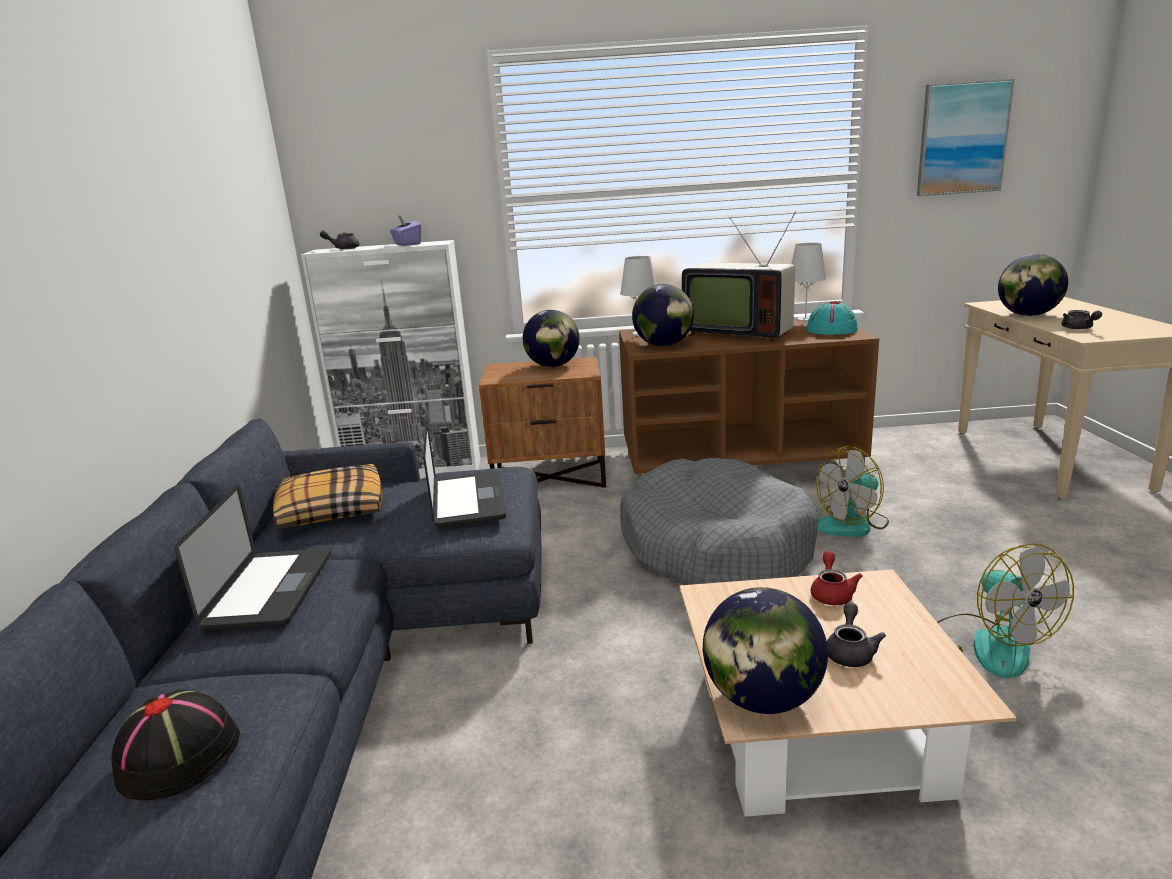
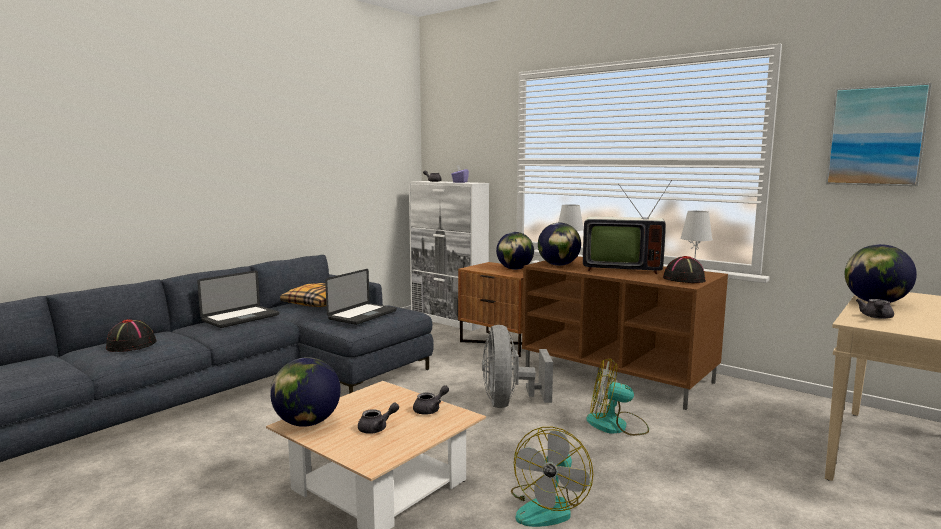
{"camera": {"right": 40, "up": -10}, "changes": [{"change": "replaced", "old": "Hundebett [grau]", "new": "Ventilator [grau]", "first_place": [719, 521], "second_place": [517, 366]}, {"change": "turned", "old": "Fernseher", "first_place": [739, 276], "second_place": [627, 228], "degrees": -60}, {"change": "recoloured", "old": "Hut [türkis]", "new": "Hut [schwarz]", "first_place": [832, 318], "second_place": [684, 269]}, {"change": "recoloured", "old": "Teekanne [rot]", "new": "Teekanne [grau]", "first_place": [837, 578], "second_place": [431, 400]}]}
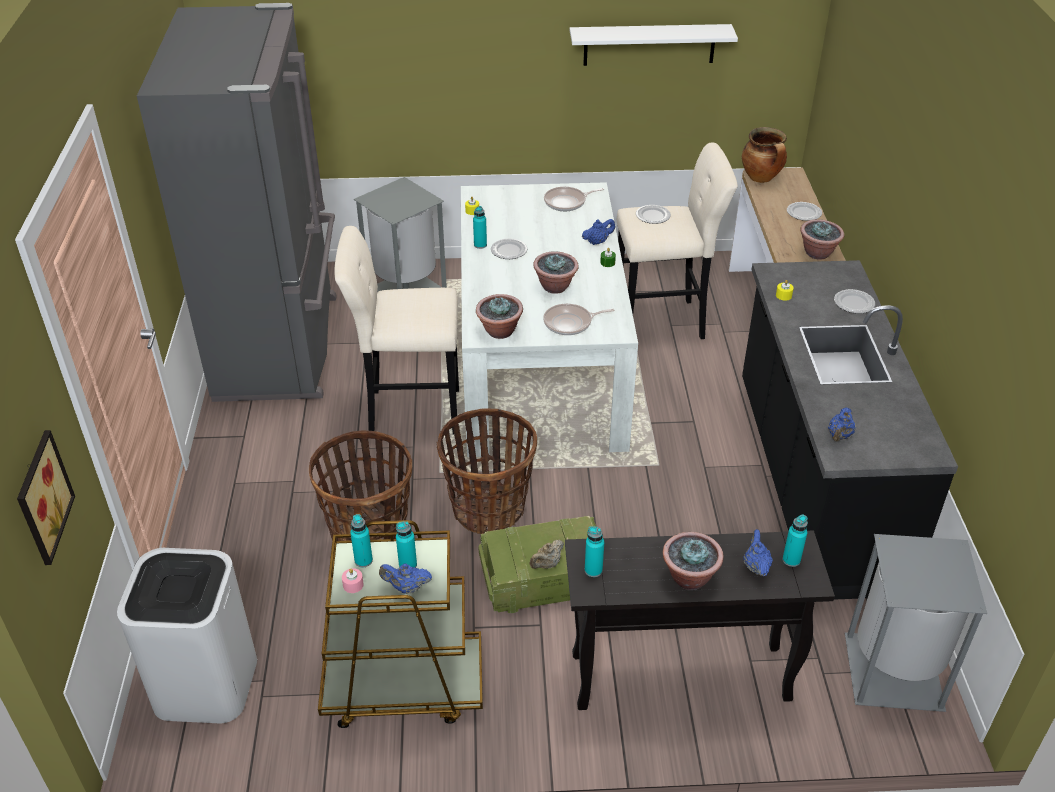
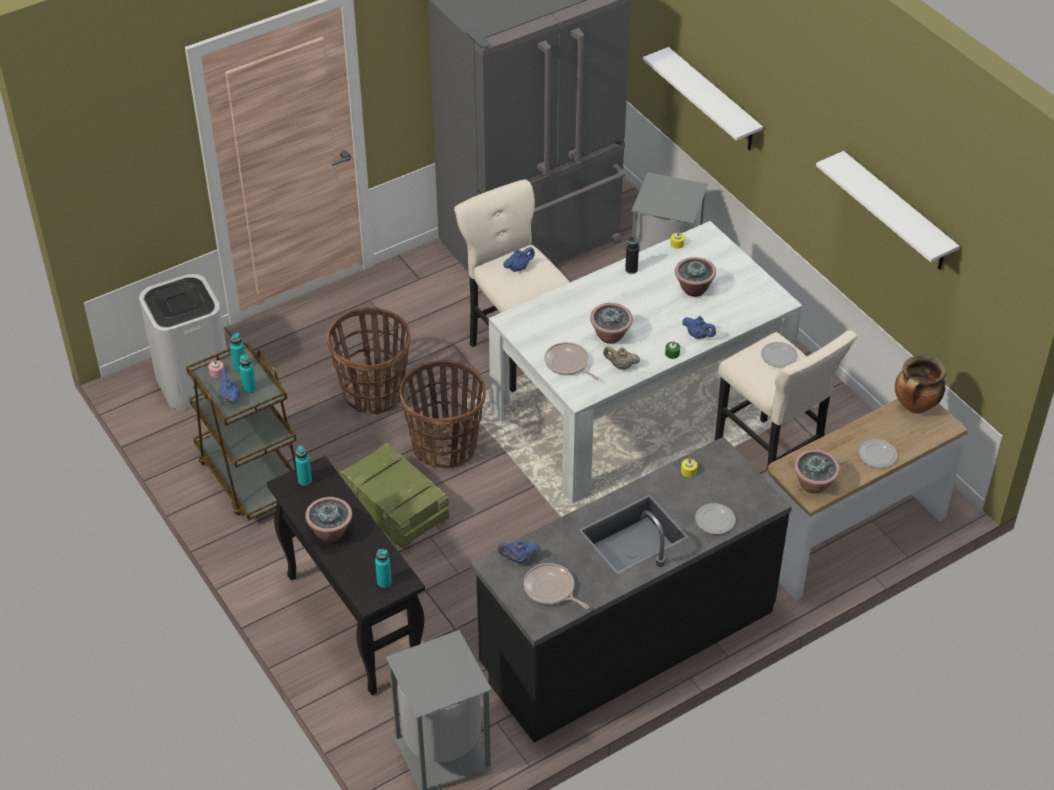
{"camera": {"right": 60, "up": 5}, "changes": [{"change": "removed", "old": "Bild", "first_place": [46, 497]}, {"change": "recoloured", "old": "Flasche [türkis]", "new": "Flasche [schwarz]", "first_place": [480, 227], "second_place": [632, 255]}, {"change": "moved", "old": "Topfpflanze", "first_place": [499, 316], "second_place": [695, 277]}, {"change": "removed", "old": "Teller", "first_place": [509, 248]}, {"change": "moved", "old": "Teekanne [beige]", "first_place": [547, 554], "second_place": [621, 358]}, {"change": "moved", "old": "Pfanne", "first_place": [574, 199], "second_place": [556, 586]}, {"change": "moved", "old": "Teekanne [blau]", "first_place": [758, 553], "second_place": [519, 259]}, {"change": "added", "new": "Wandregal [weiß]", "second_place": [703, 99]}]}
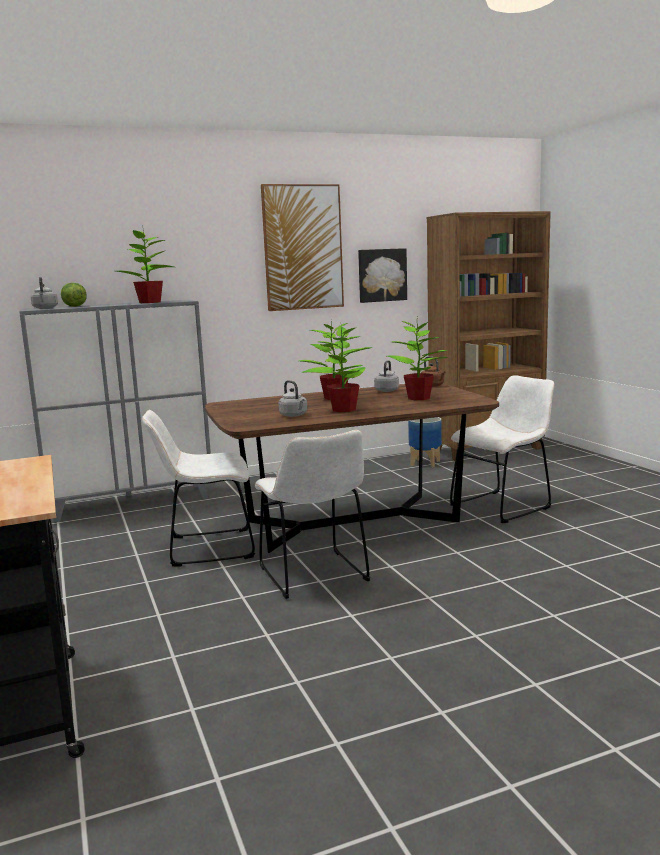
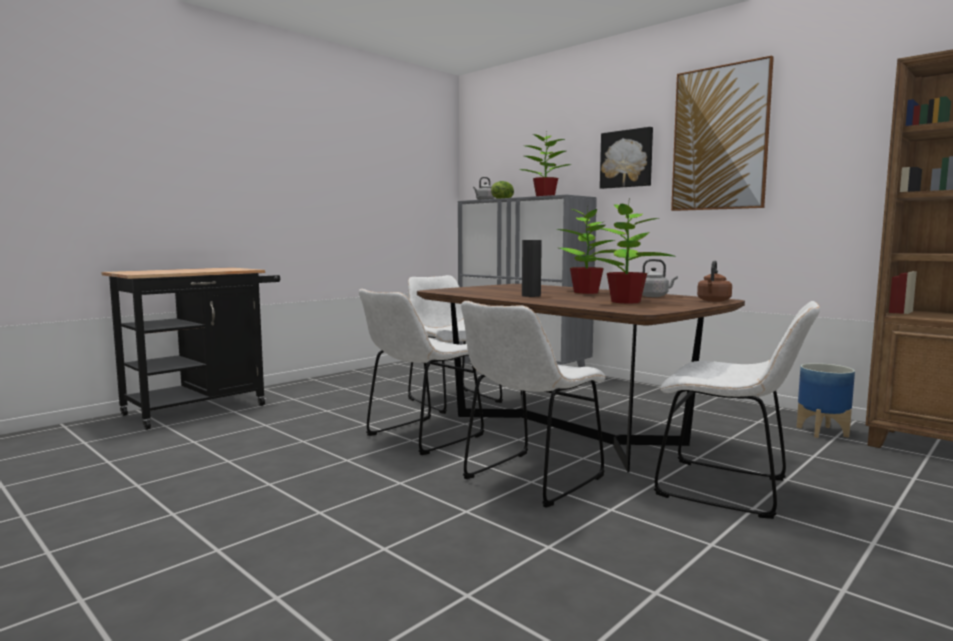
{"camera": {"right": 65, "up": -5}, "changes": [{"change": "removed", "old": "Wasserkessel [grau]", "first_place": [293, 398]}, {"change": "replaced", "old": "Topfpflanze", "new": "Vase [schwarz]", "first_place": [337, 369], "second_place": [532, 268]}, {"change": "moved", "old": "Bild", "first_place": [382, 275], "second_place": [626, 158]}, {"change": "added", "new": "Stuhl [weiß]", "second_place": [533, 404]}]}
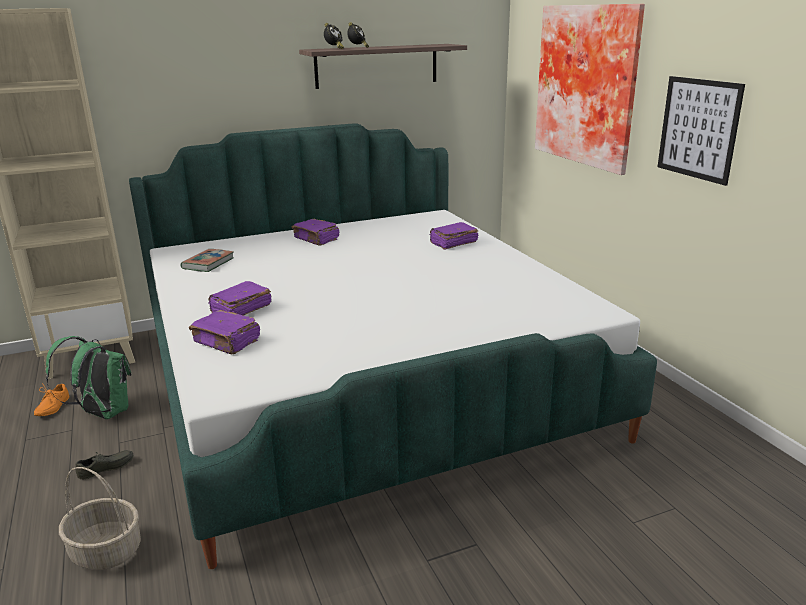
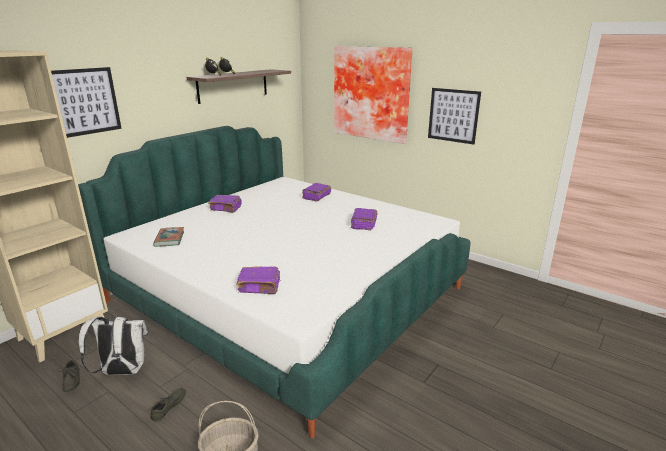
{"camera": {"right": -30, "up": 0}, "changes": [{"change": "recoloured", "old": "Schuh [orange]", "new": "Schuh [grau]", "first_place": [51, 399], "second_place": [68, 376]}, {"change": "recoloured", "old": "Rucksack [grün]", "new": "Rucksack [weiß]", "first_place": [88, 377], "second_place": [113, 345]}, {"change": "moved", "old": "Buch [lila]", "first_place": [240, 298], "second_place": [364, 219]}, {"change": "added", "new": "Bild", "second_place": [86, 102]}]}
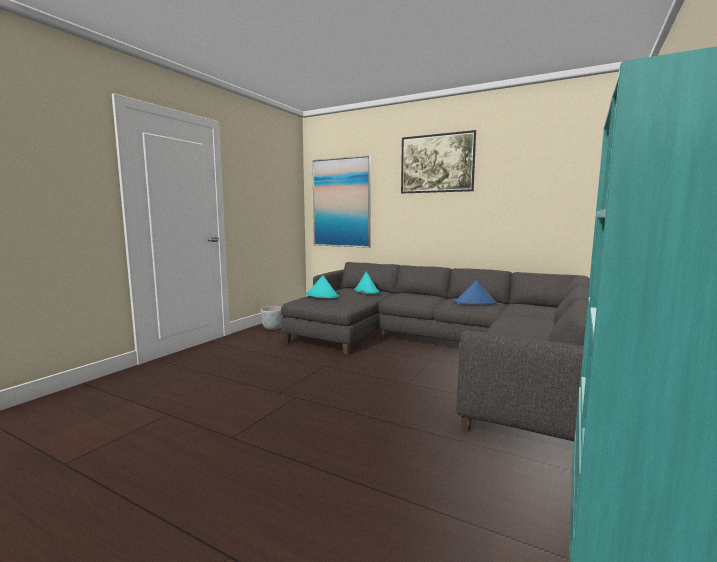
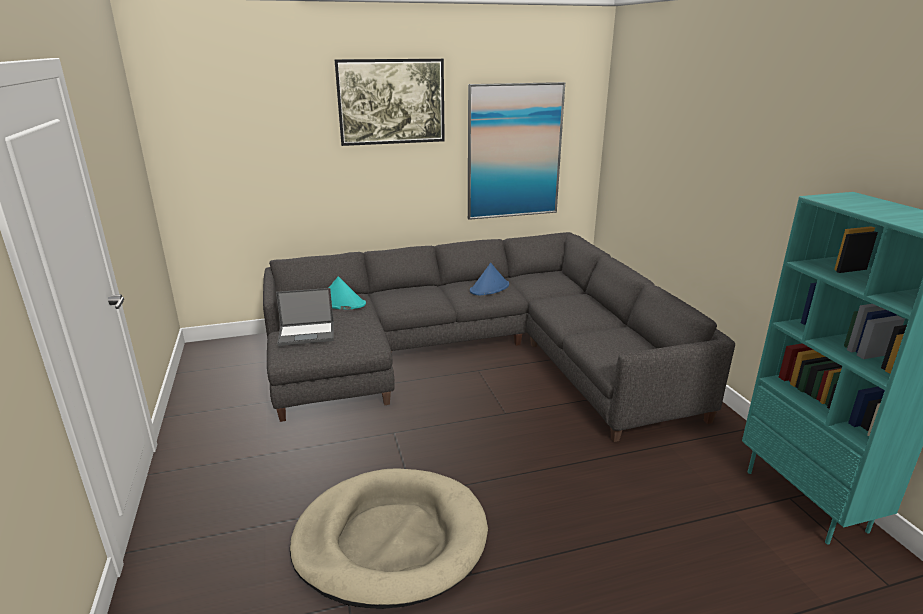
{"camera": {"right": -45, "up": 15}, "changes": [{"change": "removed", "old": "Pflanzkübel [grau]", "first_place": [272, 318]}, {"change": "replaced", "old": "Hut [türkis]", "new": "Laptop", "first_place": [322, 286], "second_place": [305, 317]}, {"change": "moved", "old": "Bild", "first_place": [341, 201], "second_place": [516, 151]}, {"change": "added", "new": "Hundebett [beige]", "second_place": [389, 538]}]}
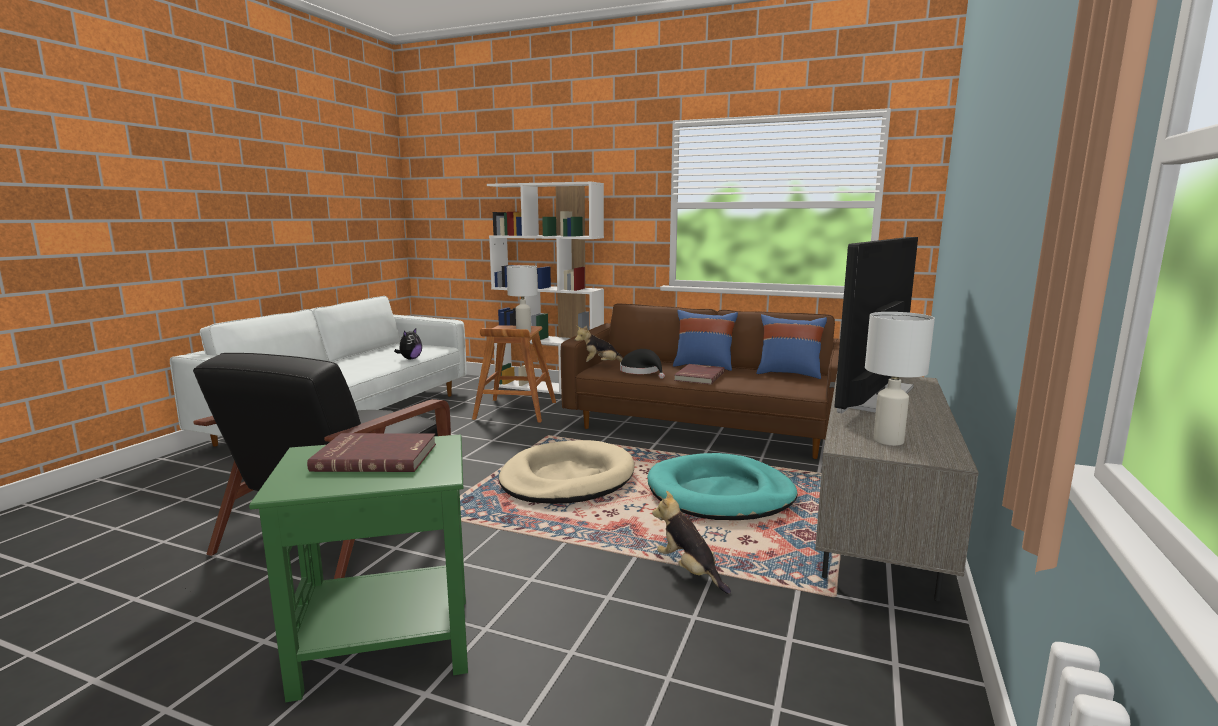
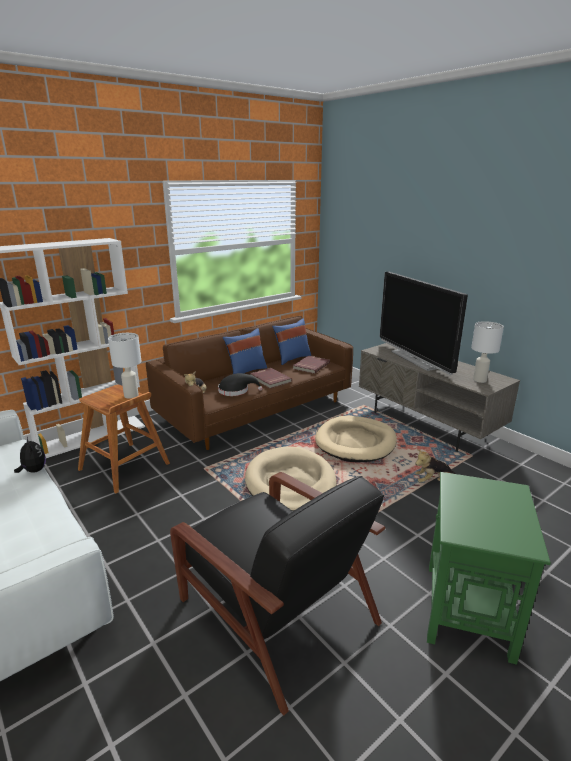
{"camera": {"right": -60, "up": 10}, "changes": [{"change": "moved", "old": "Buch [rot]", "first_place": [371, 452], "second_place": [311, 365]}, {"change": "recoloured", "old": "Hundebett [türkis]", "new": "Hundebett [beige]", "first_place": [722, 486], "second_place": [356, 439]}]}
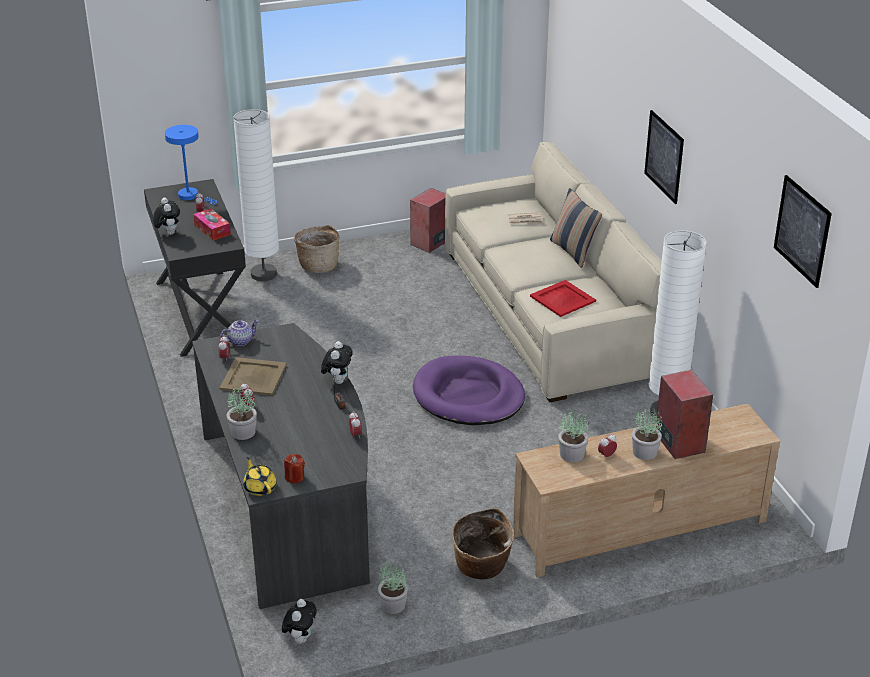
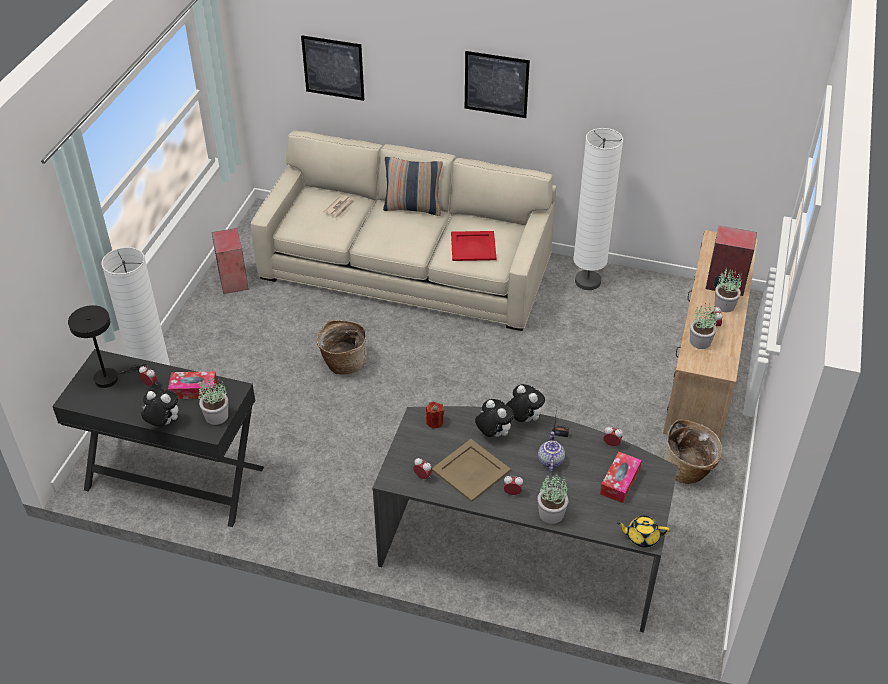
{"camera": {"right": -55, "up": 10}, "changes": [{"change": "recoloured", "old": "Tischlampe [blau]", "new": "Tischlampe [schwarz]", "first_place": [191, 165], "second_place": [108, 346]}, {"change": "moved", "old": "Teekanne", "first_place": [239, 333], "second_place": [551, 452]}, {"change": "moved", "old": "Plüschtier", "first_place": [299, 621], "second_place": [494, 418]}, {"change": "moved", "old": "Kerze [rot]", "first_place": [294, 468], "second_place": [435, 415]}, {"change": "moved", "old": "Korb", "first_place": [317, 249], "second_place": [341, 347]}, {"change": "moved", "old": "Topfpflanze", "first_place": [393, 586], "second_place": [213, 400]}, {"change": "removed", "old": "Hundebett [lila]", "first_place": [469, 390]}, {"change": "moved", "old": "Bild", "first_place": [803, 231], "second_place": [332, 68]}, {"change": "added", "new": "Taschentuchbox", "second_place": [621, 477]}]}
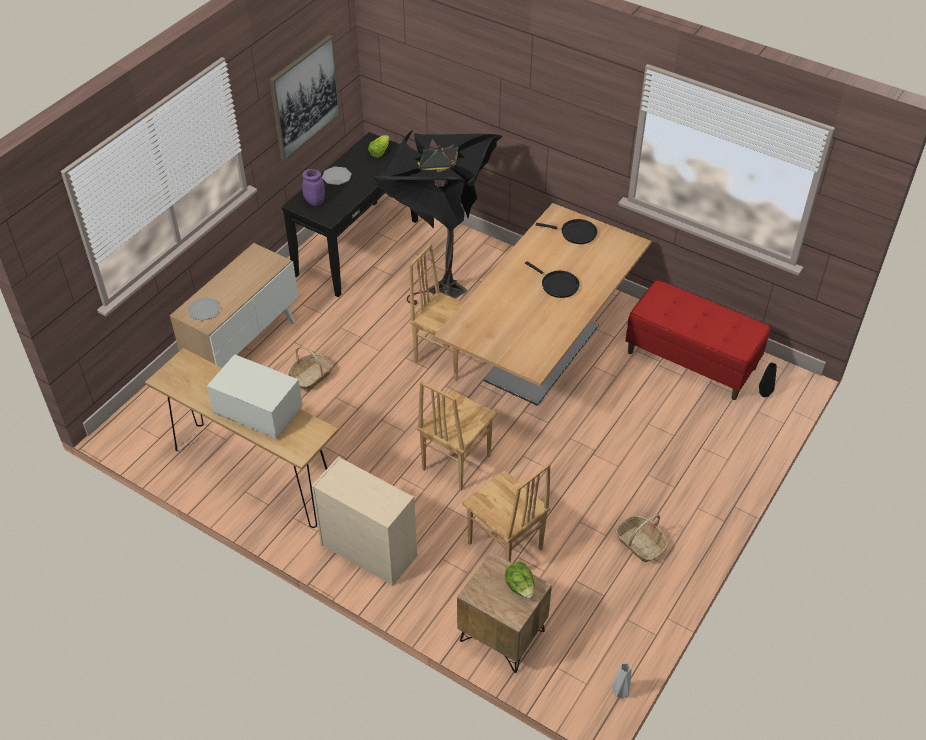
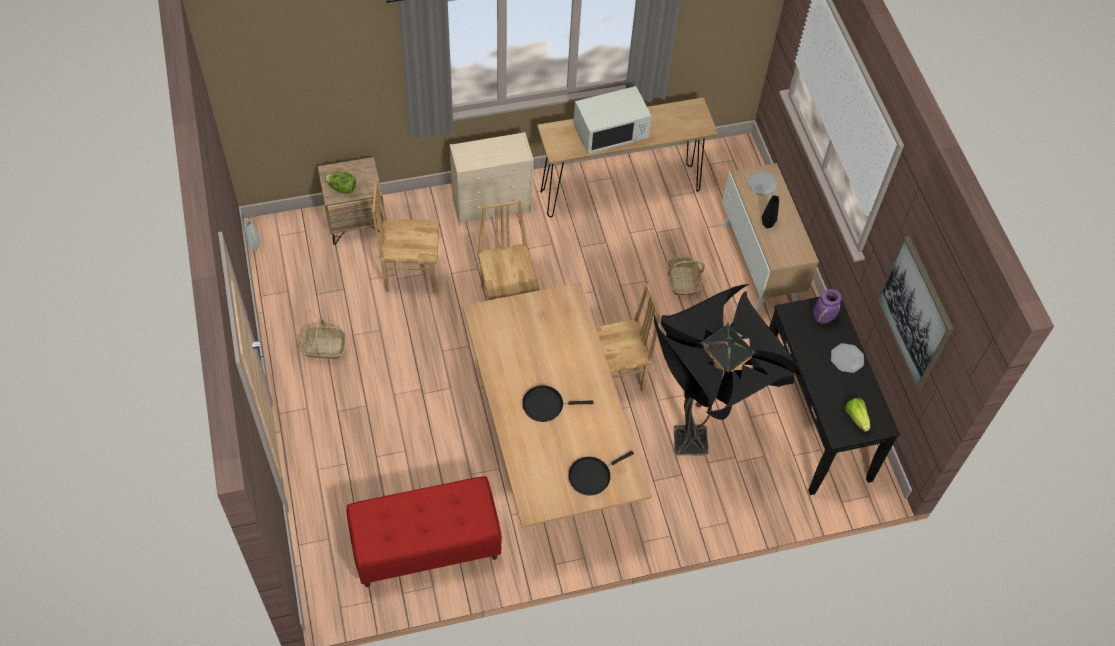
{"camera": {"right": 130, "up": 10}, "changes": [{"change": "moved", "old": "Vase [schwarz]", "first_place": [768, 379], "second_place": [770, 212]}]}
